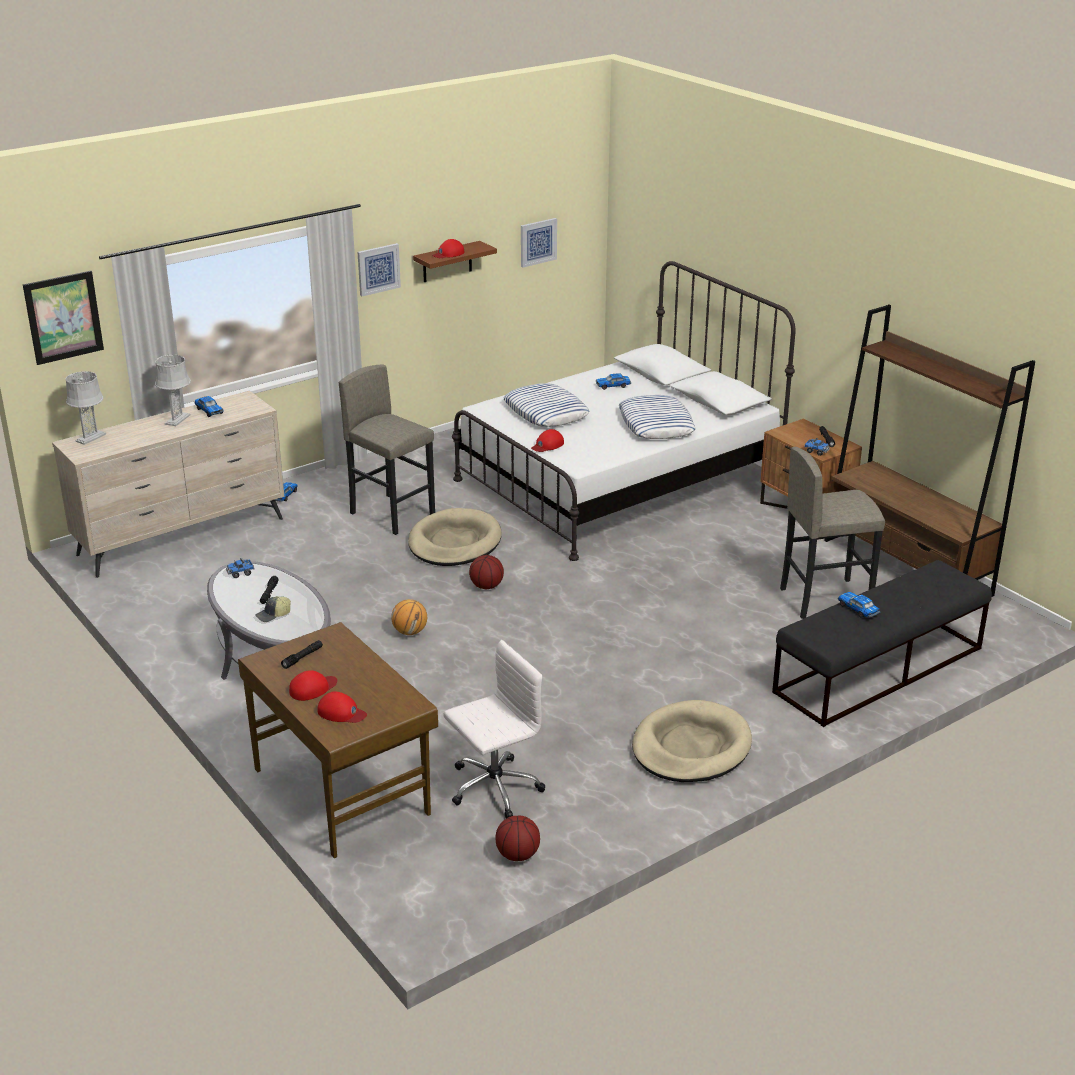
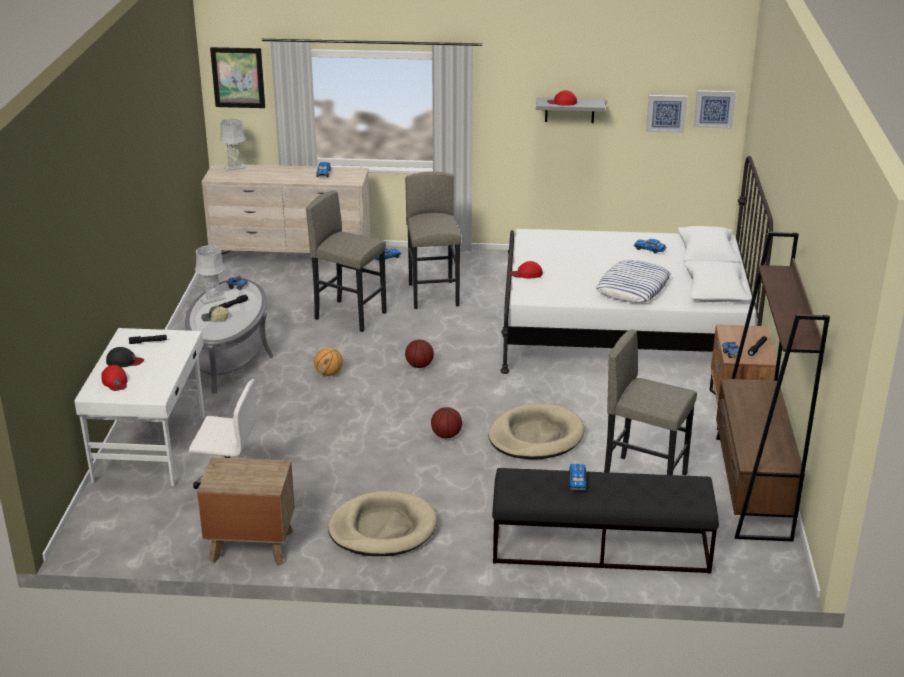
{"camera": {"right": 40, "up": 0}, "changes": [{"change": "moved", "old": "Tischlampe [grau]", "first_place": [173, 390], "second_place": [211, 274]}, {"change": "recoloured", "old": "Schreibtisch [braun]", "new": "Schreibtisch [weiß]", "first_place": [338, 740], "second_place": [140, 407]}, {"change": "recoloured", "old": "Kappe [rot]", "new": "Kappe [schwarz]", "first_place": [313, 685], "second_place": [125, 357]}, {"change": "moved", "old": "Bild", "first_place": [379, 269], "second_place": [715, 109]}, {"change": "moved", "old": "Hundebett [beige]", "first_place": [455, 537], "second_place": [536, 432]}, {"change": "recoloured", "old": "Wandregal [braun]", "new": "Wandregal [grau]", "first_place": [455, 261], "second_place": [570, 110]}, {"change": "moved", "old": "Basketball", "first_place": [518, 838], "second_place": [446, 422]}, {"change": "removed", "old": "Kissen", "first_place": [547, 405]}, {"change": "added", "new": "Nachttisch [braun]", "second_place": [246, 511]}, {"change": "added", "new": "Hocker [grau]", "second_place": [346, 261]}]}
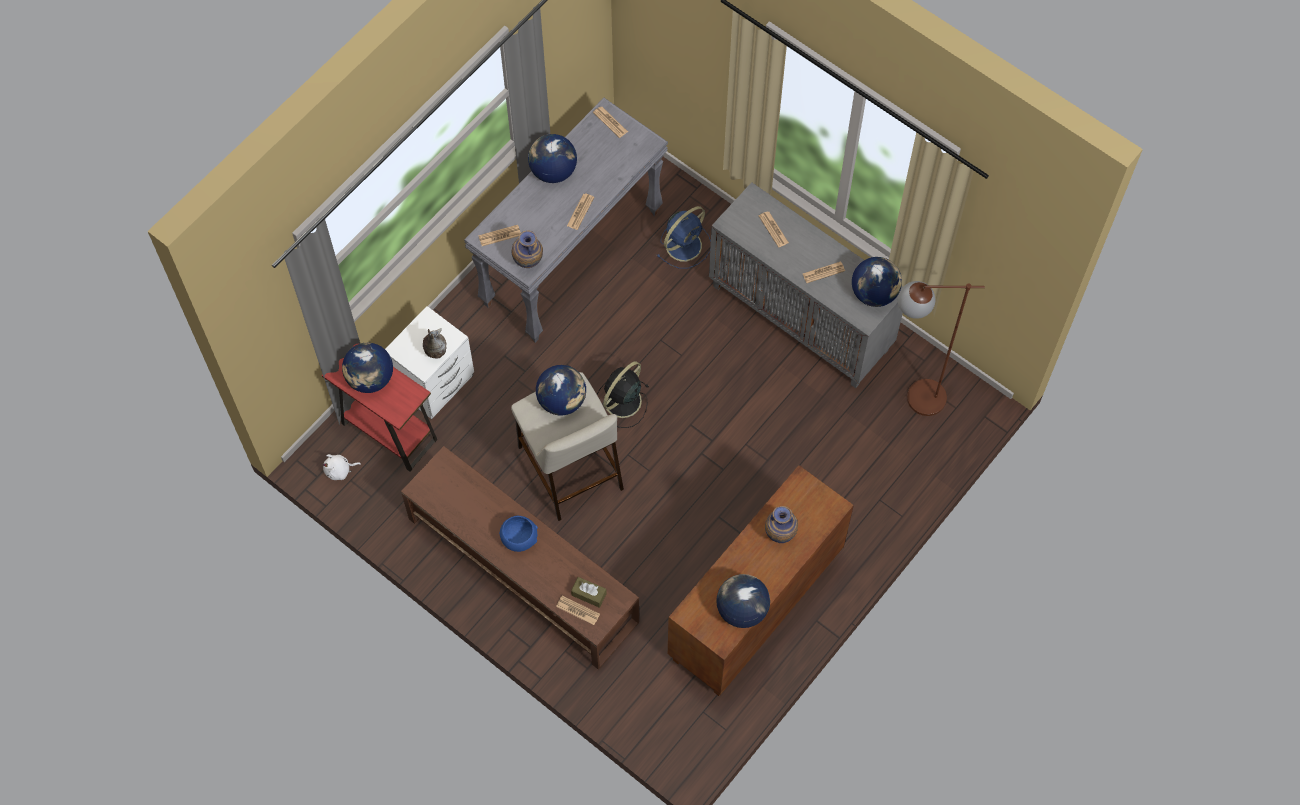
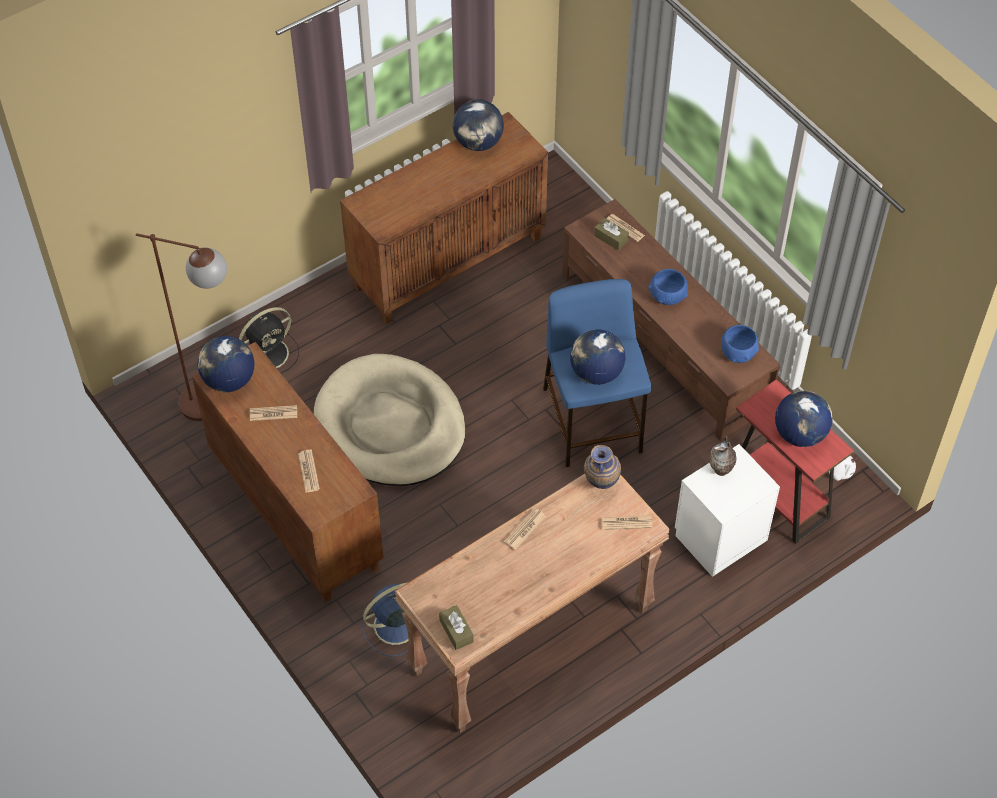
{"camera": {"right": -165, "up": -10}, "changes": [{"change": "recoloured", "old": "Konsolentisch [grau]", "new": "Konsolentisch [braun]", "first_place": [566, 220], "second_place": [532, 603]}, {"change": "recoloured", "old": "Hocker [beige]", "new": "Hocker [blau]", "first_place": [567, 446], "second_place": [597, 373]}, {"change": "removed", "old": "Globus", "first_place": [552, 158]}, {"change": "replaced", "old": "Zeitung", "new": "Taschentuchbox [braun]", "first_place": [610, 122], "second_place": [456, 627]}, {"change": "moved", "old": "Ventilator [schwarz]", "first_place": [623, 394], "second_place": [269, 340]}, {"change": "recoloured", "old": "Schrank [grau]", "new": "Schrank [braun]", "first_place": [806, 285], "second_place": [288, 472]}, {"change": "removed", "old": "Vase", "first_place": [781, 524]}, {"change": "added", "new": "Hundebett [beige]", "second_place": [390, 420]}, {"change": "added", "new": "Schüssel [blau]", "second_place": [740, 344]}]}
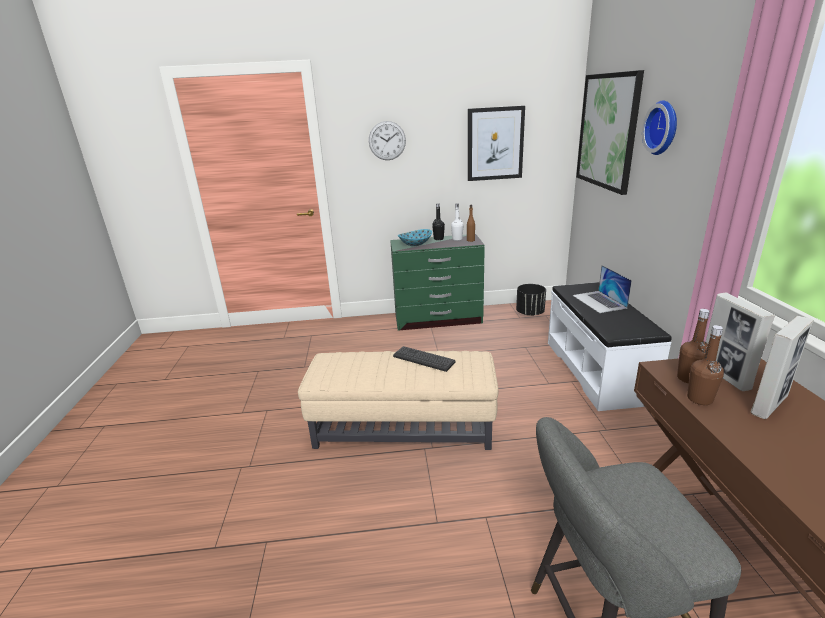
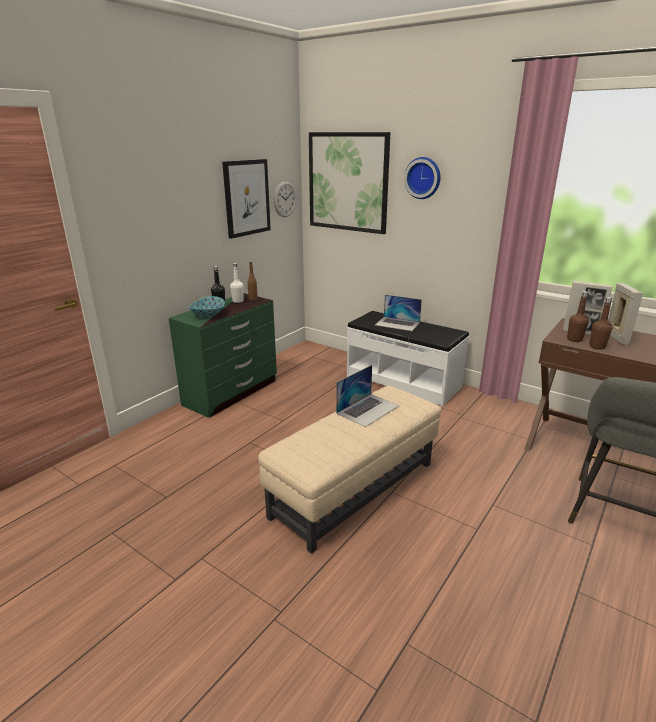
{"camera": {"right": -50, "up": 0}, "changes": [{"change": "moved", "old": "Wanduhr", "first_place": [387, 140], "second_place": [285, 199]}, {"change": "replaced", "old": "Tastatur", "new": "Laptop", "first_place": [424, 359], "second_place": [367, 396]}, {"change": "removed", "old": "Pflanzkübel [schwarz]", "first_place": [531, 300]}]}
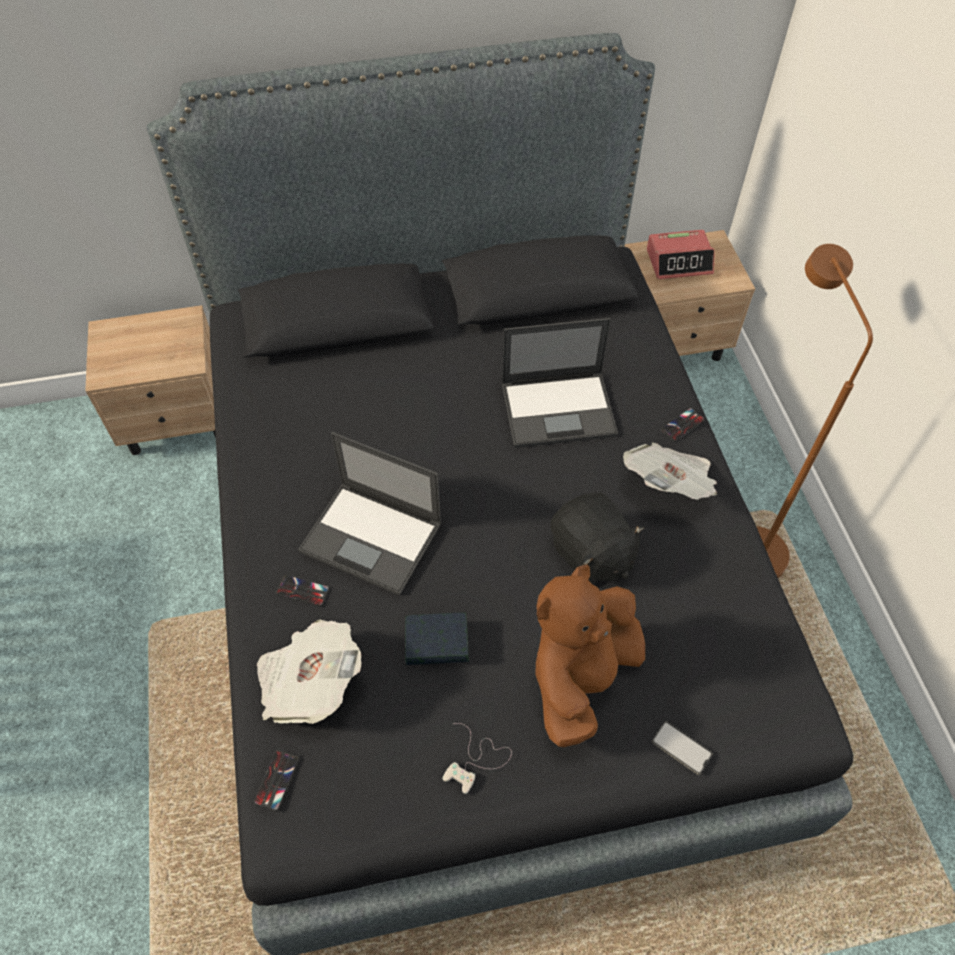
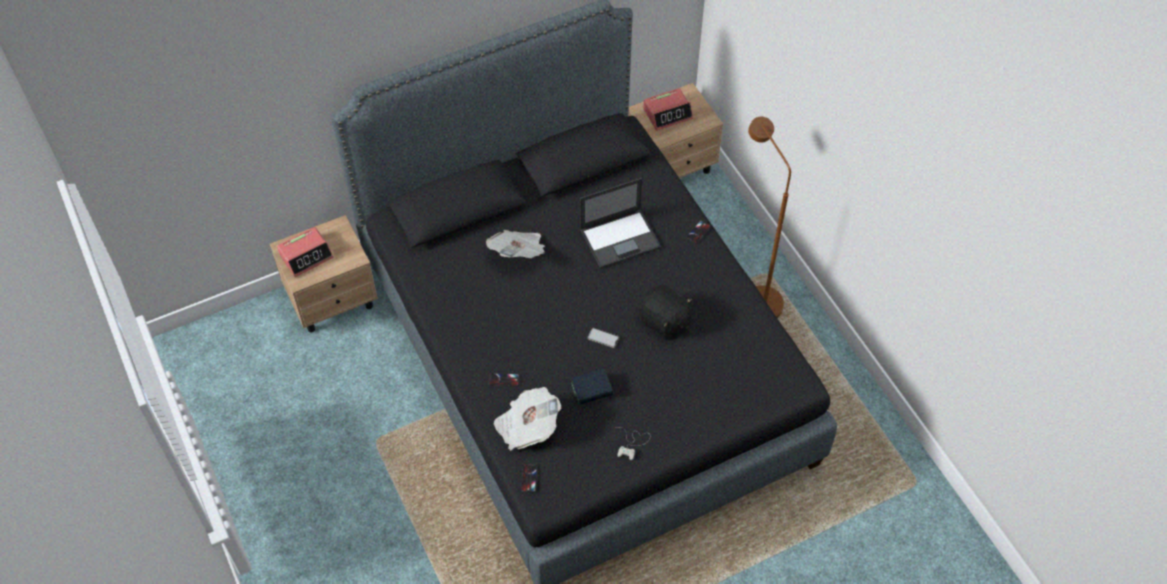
{"camera": {"right": -15, "up": 0}, "changes": [{"change": "removed", "old": "Laptop", "first_place": [370, 514]}, {"change": "removed", "old": "Plüschtier [braun]", "first_place": [590, 656]}, {"change": "moved", "old": "Zeitung", "first_place": [670, 471], "second_place": [515, 244]}, {"change": "moved", "old": "Handy", "first_place": [682, 748], "second_place": [603, 338]}, {"change": "added", "new": "Wecker", "second_place": [305, 252]}]}
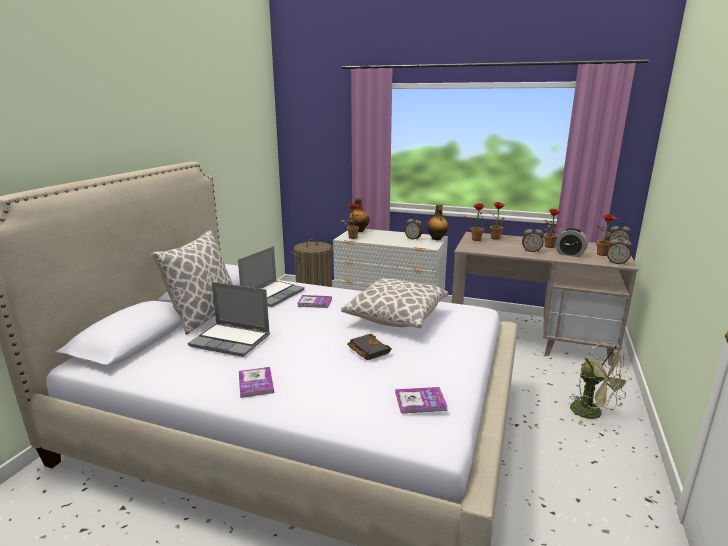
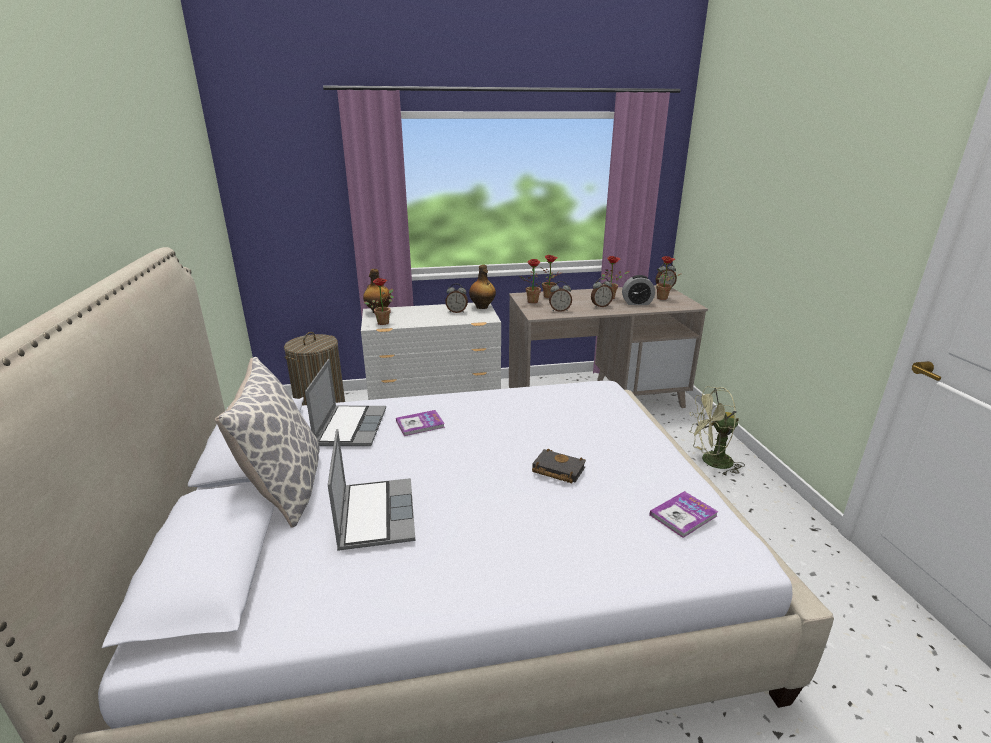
{"camera": {"right": -30, "up": 5}, "changes": [{"change": "turned", "old": "Laptop", "first_place": [229, 319], "second_place": [371, 490], "degrees": -90}, {"change": "removed", "old": "Buch", "first_place": [256, 382]}, {"change": "removed", "old": "Kissen", "first_place": [394, 303]}, {"change": "turned", "old": "Ventilator [grün]", "first_place": [601, 383], "second_place": [717, 430], "degrees": 150}, {"change": "moved", "old": "Wecker", "first_place": [619, 250], "second_place": [560, 296]}]}
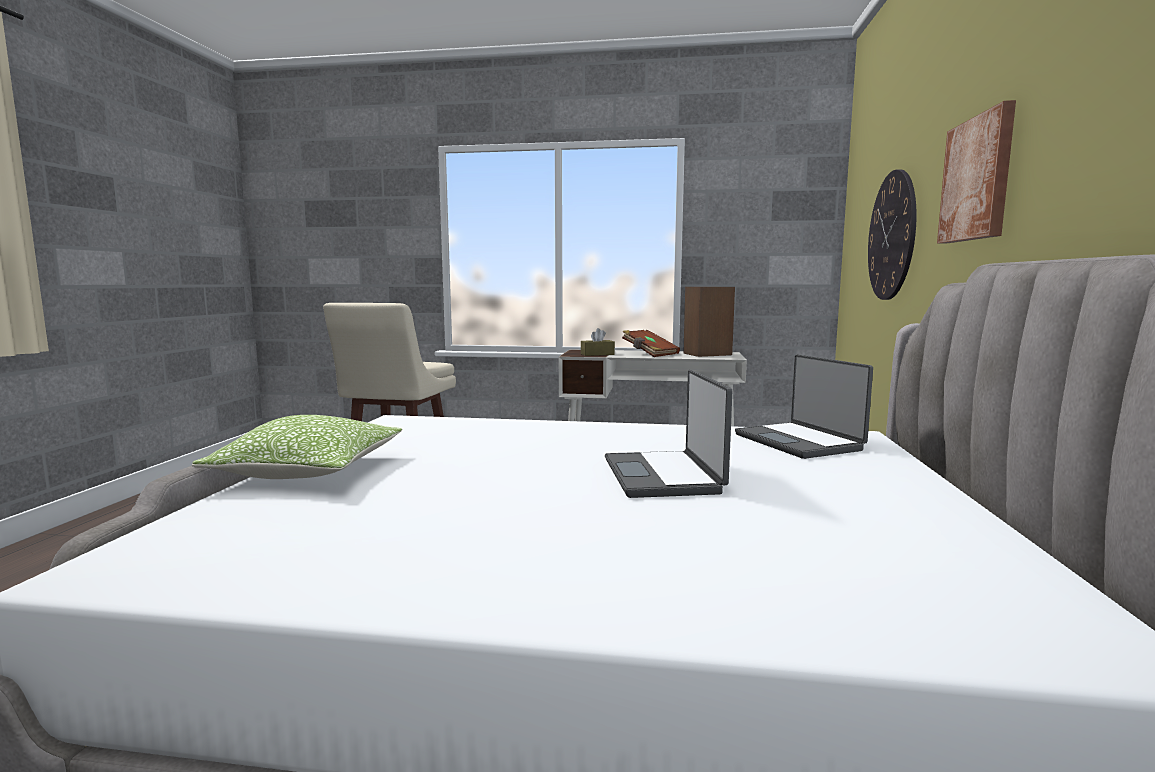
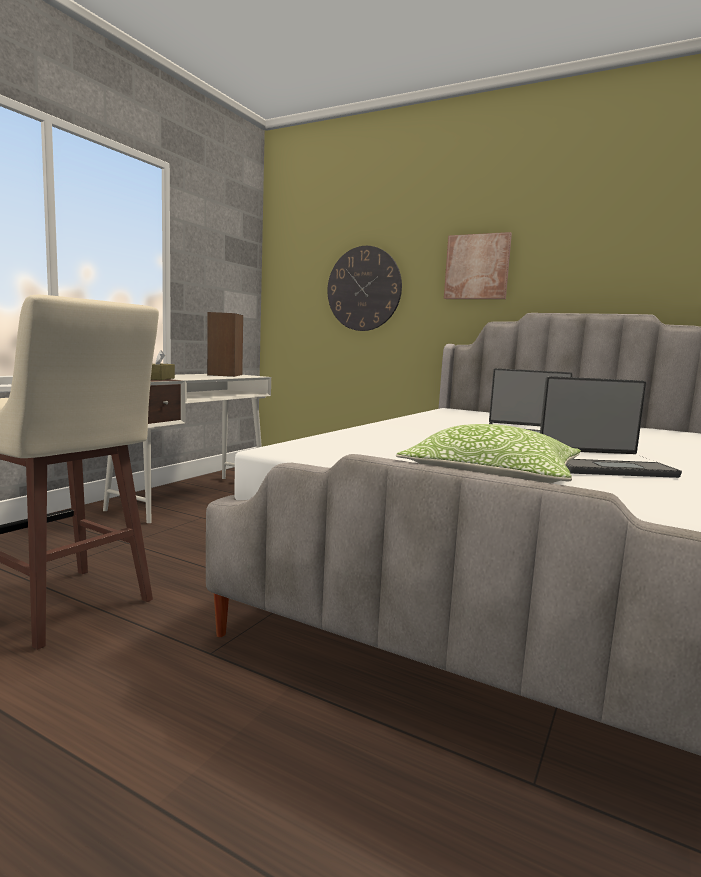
{"camera": {"right": -70, "up": 0}, "changes": [{"change": "removed", "old": "Buch [braun]", "first_place": [651, 343]}, {"change": "moved", "old": "Laptop", "first_place": [804, 406], "second_place": [611, 427]}]}
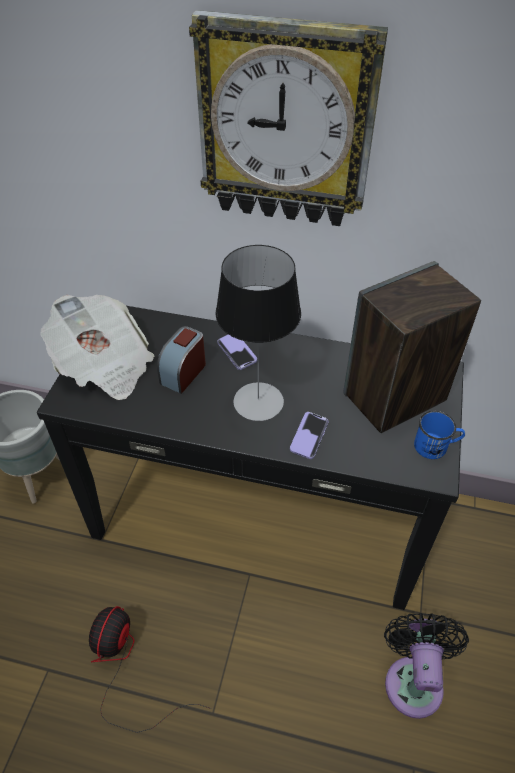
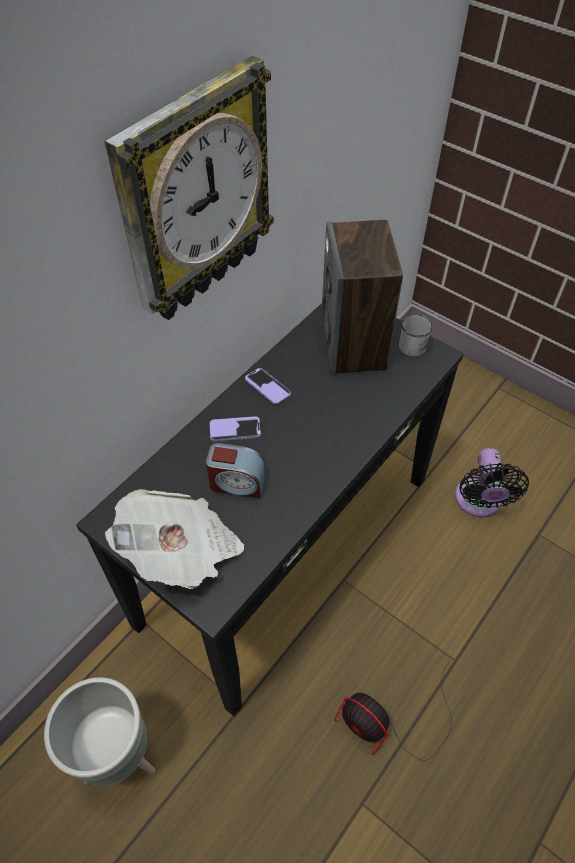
{"camera": {"right": -65, "up": 5}, "changes": [{"change": "turned", "old": "Wecker", "first_place": [181, 360], "second_place": [235, 470], "degrees": -45}, {"change": "removed", "old": "Tischlampe", "first_place": [258, 333]}, {"change": "moved", "old": "Handy", "first_place": [309, 435], "second_place": [268, 386]}, {"change": "turned", "old": "Ventilator [schwarz]", "first_place": [426, 666], "second_place": [492, 482], "degrees": -120}, {"change": "recoloured", "old": "Henkelbecher [blau]", "new": "Henkelbecher [weiß]", "first_place": [439, 435], "second_place": [416, 336]}]}
